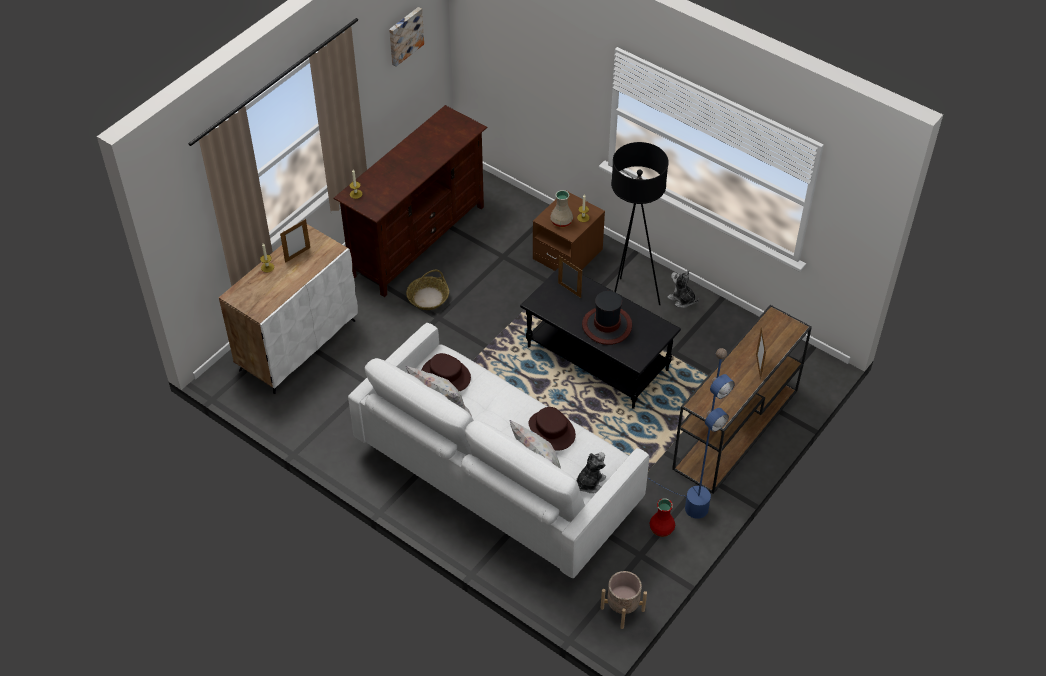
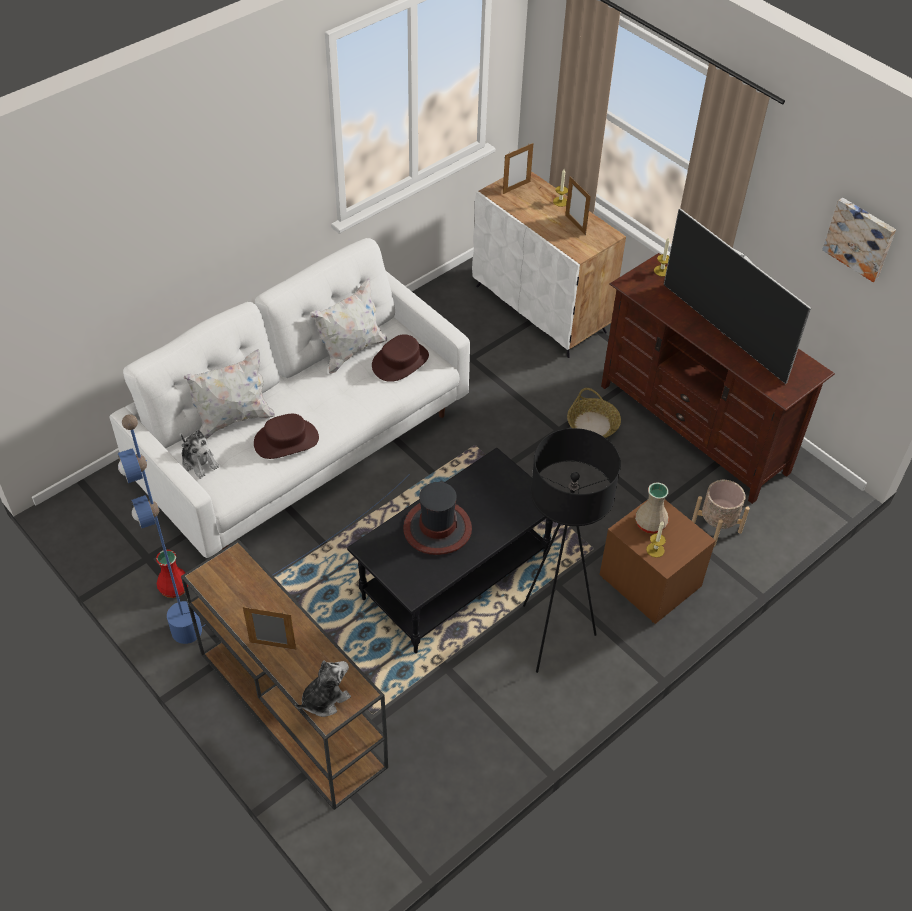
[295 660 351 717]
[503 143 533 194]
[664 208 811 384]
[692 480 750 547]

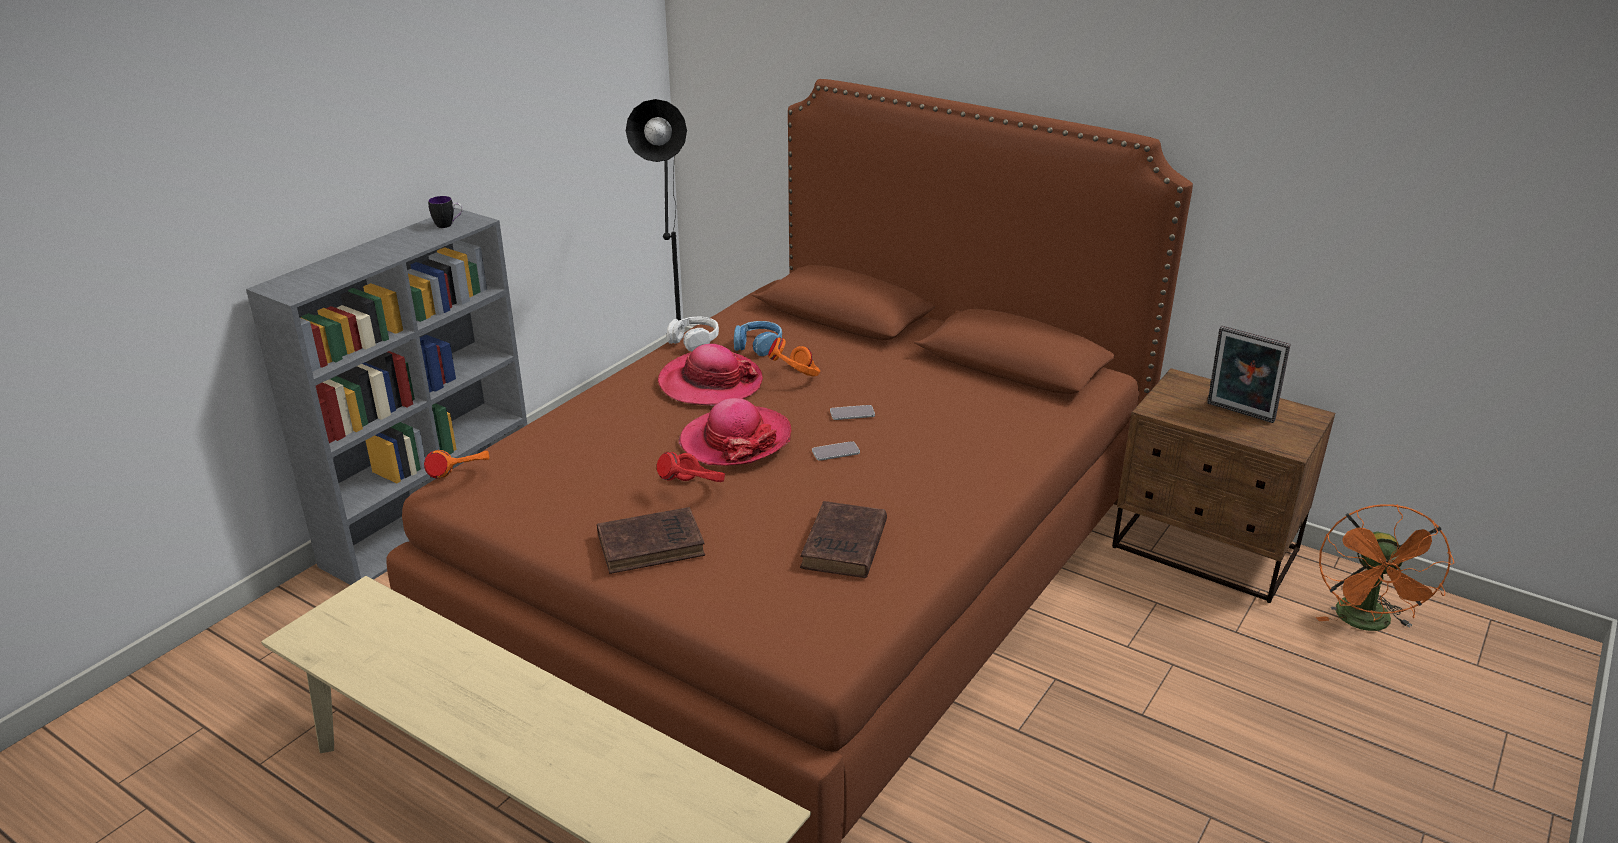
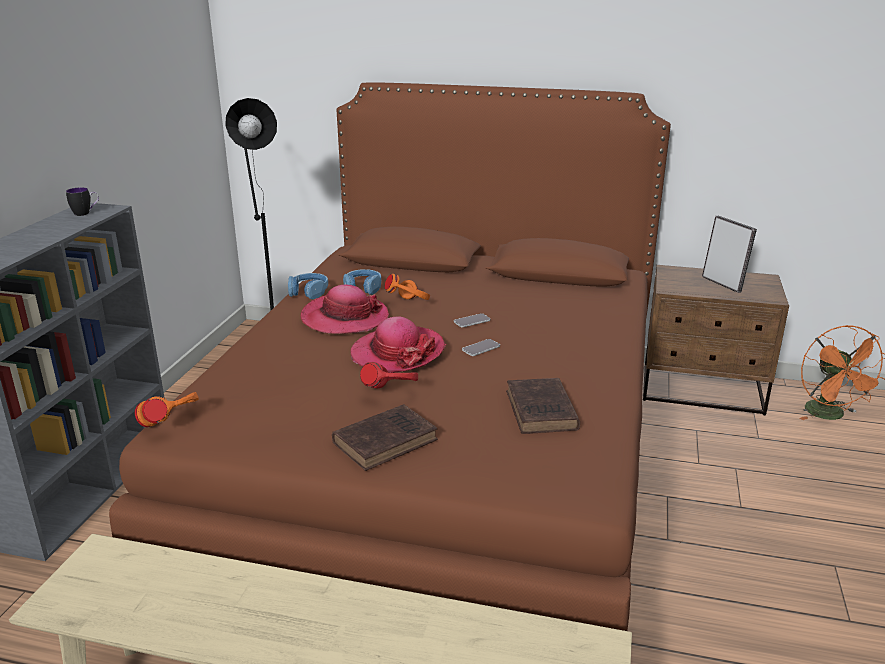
[288 273 328 299]
[702 216 757 293]

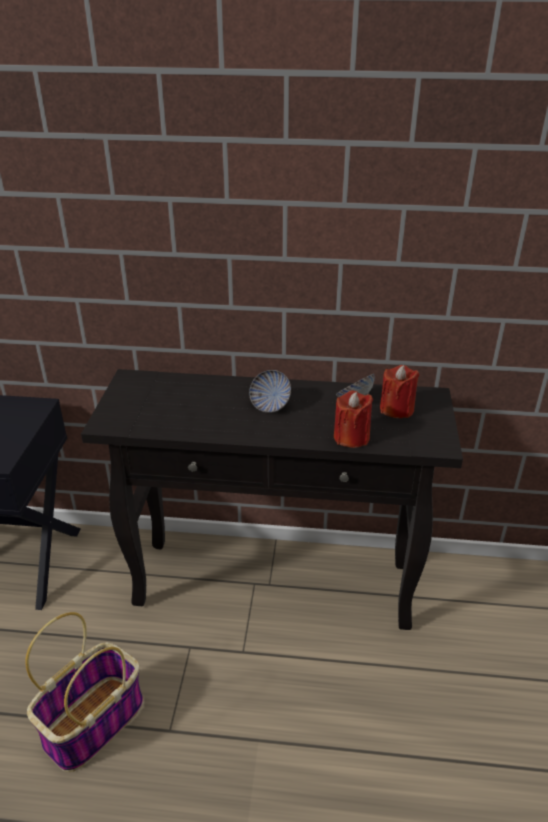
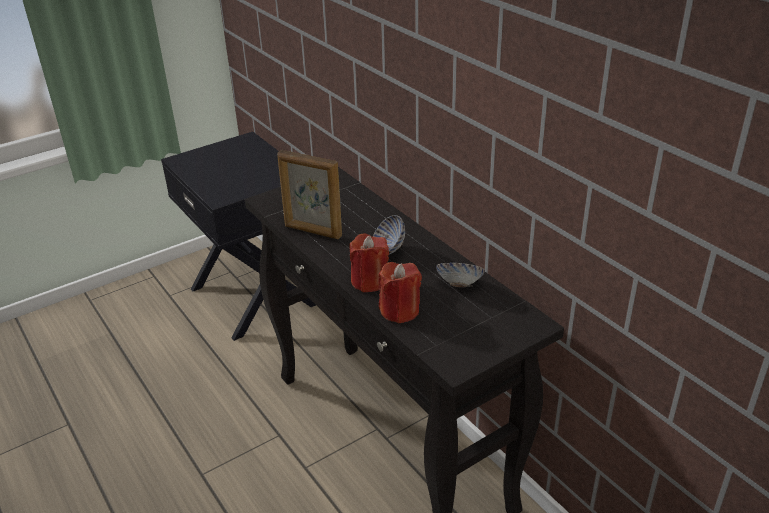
[277 150 342 239]
[349 234 389 292]
[25 612 144 772] (first image)

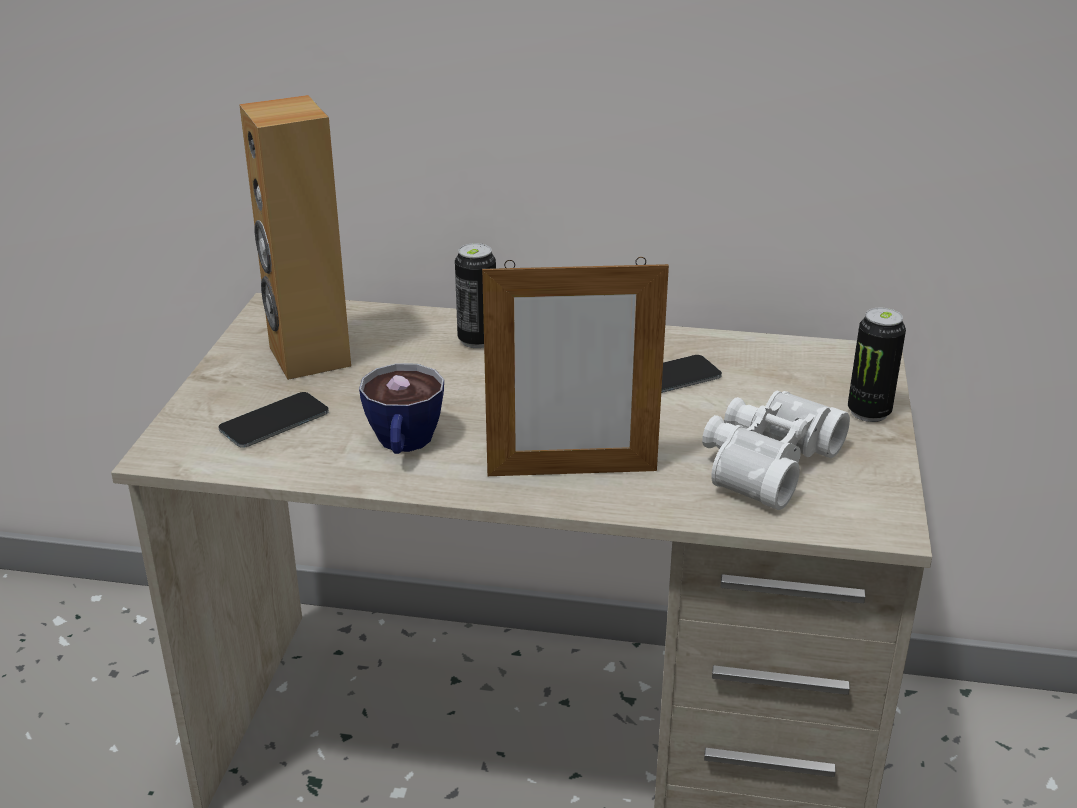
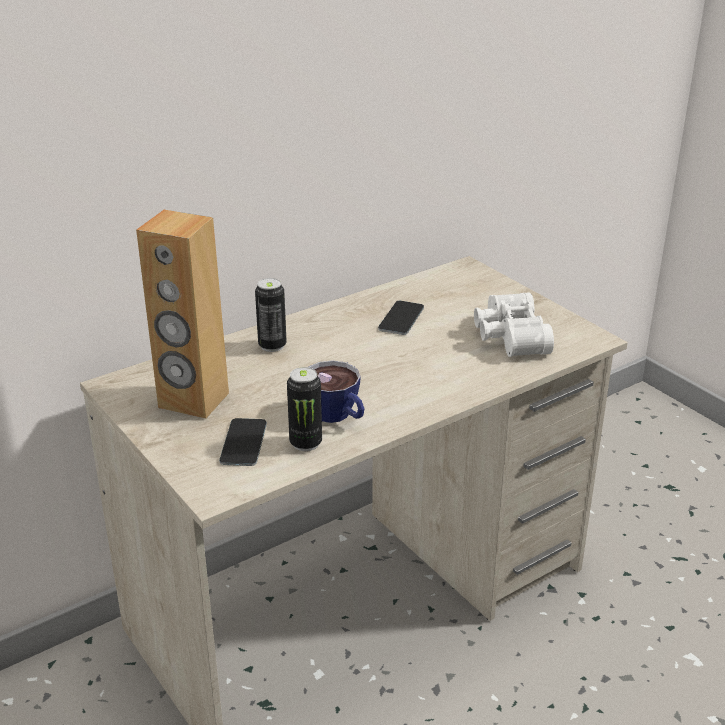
[287 367 322 451]
[482 257 669 476] (first image)

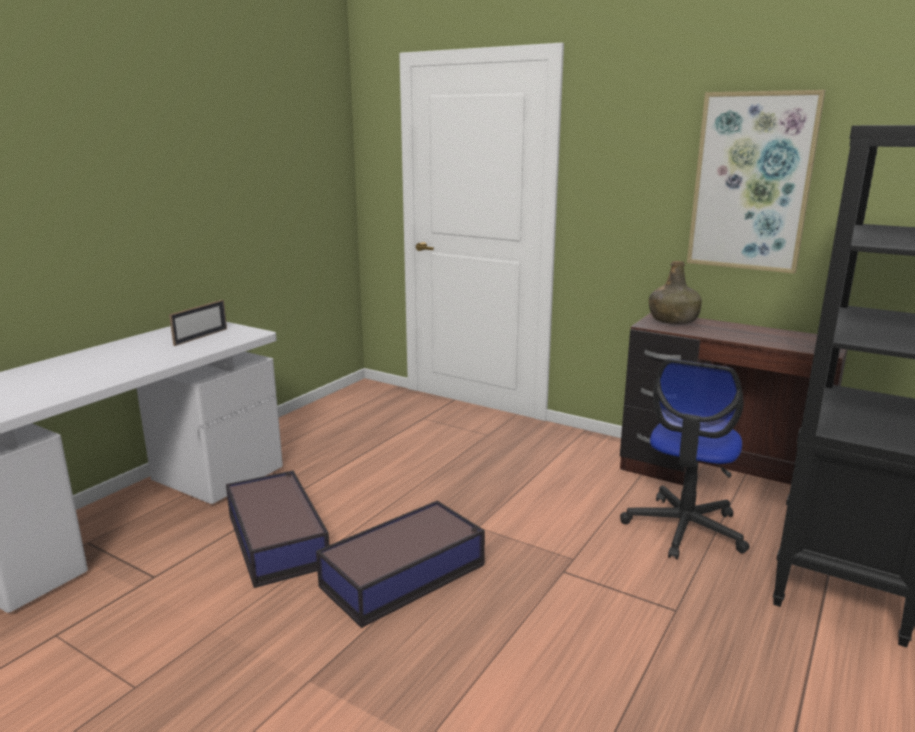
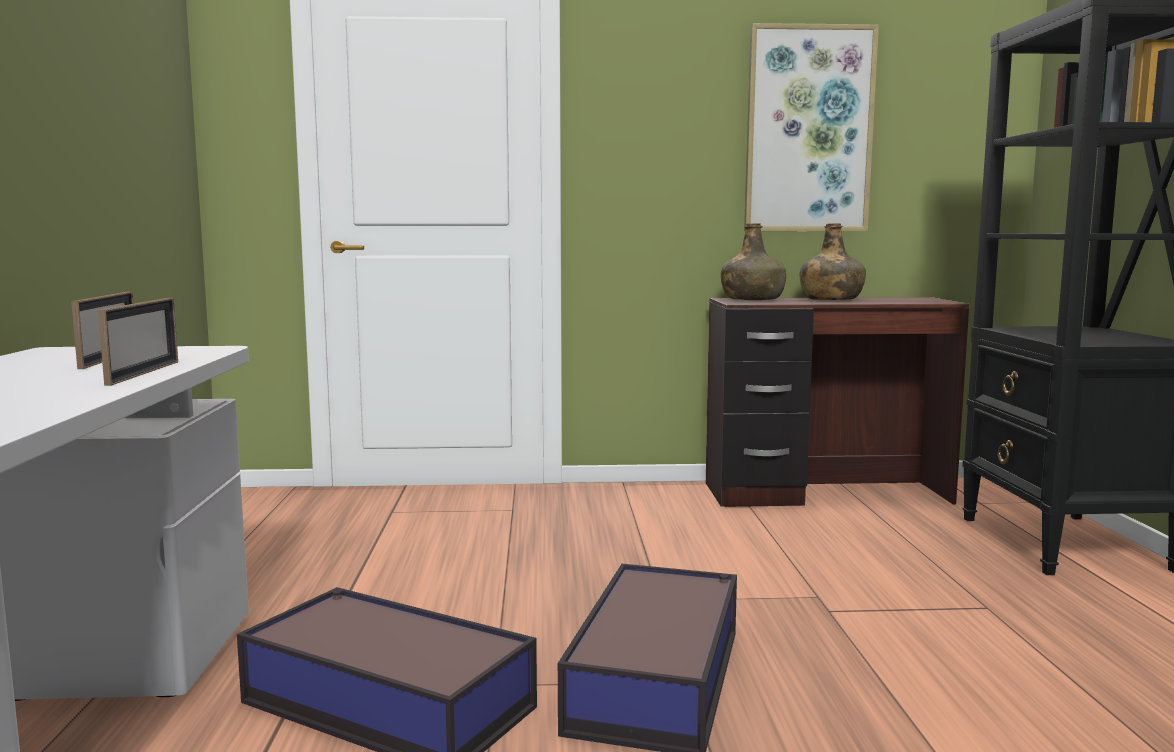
[98 298 178 386]
[799 223 866 300]
[620 359 750 560] (first image)

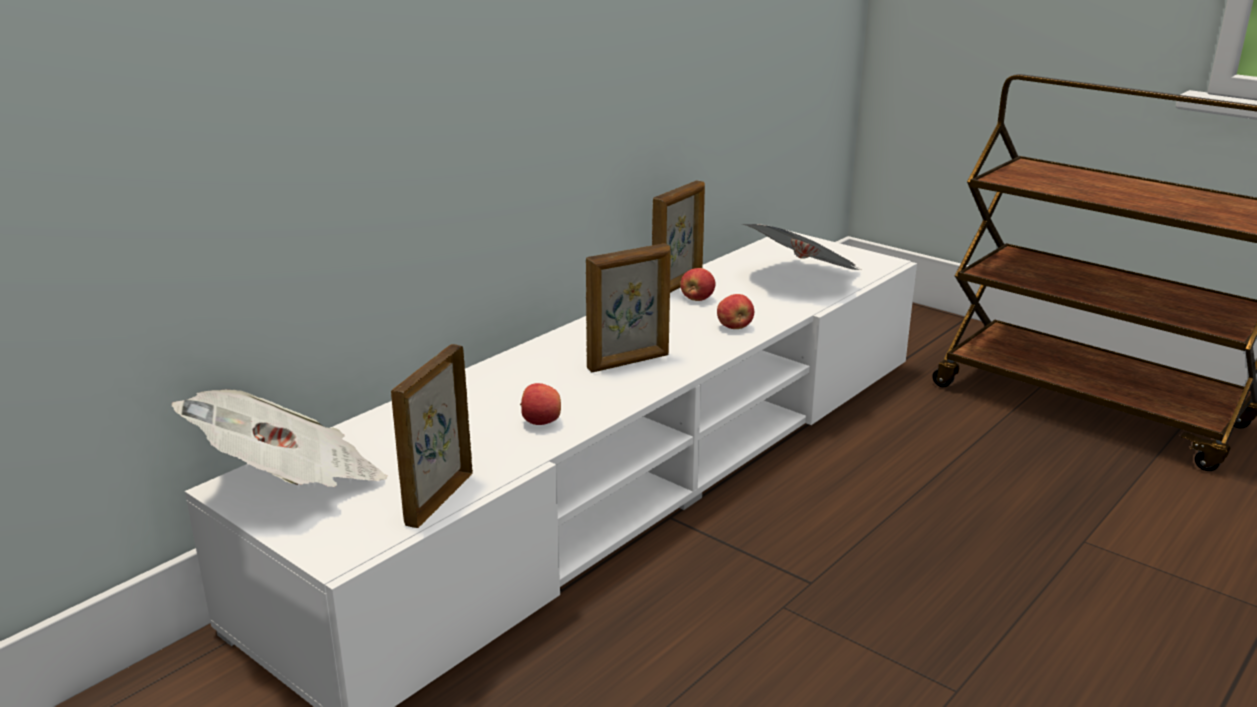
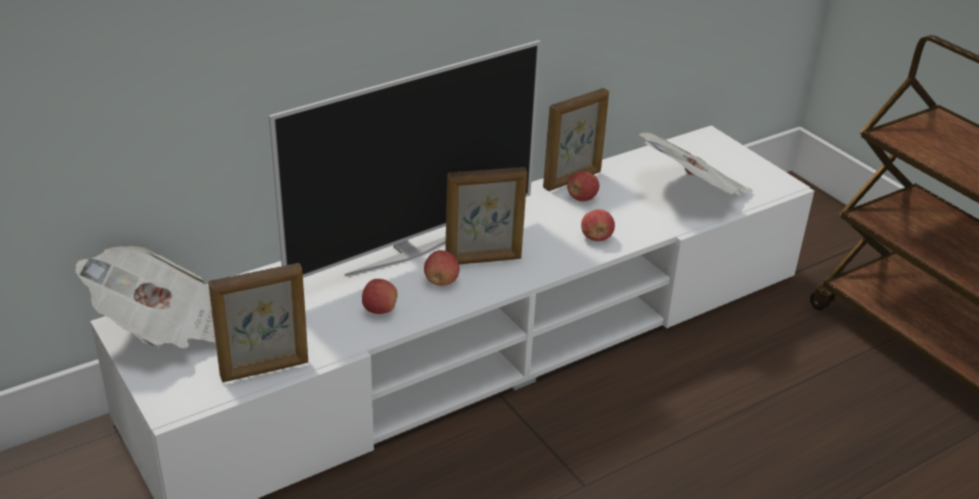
[208 263 308 382]
[269 40 541 278]
[424 250 460 286]

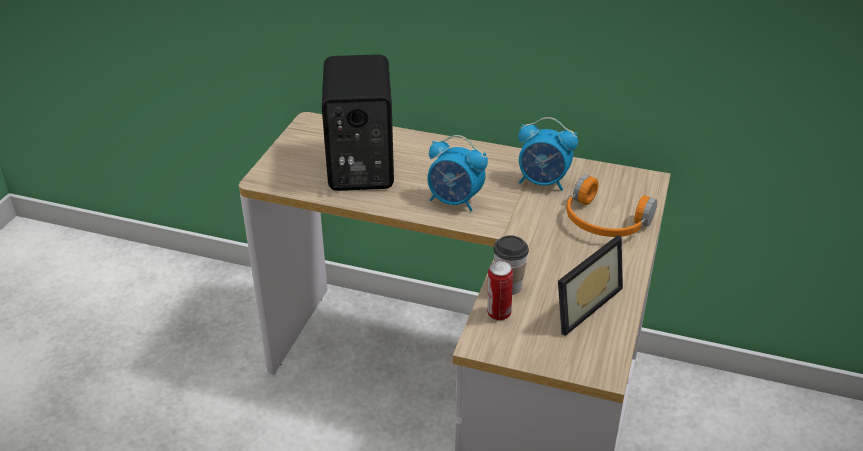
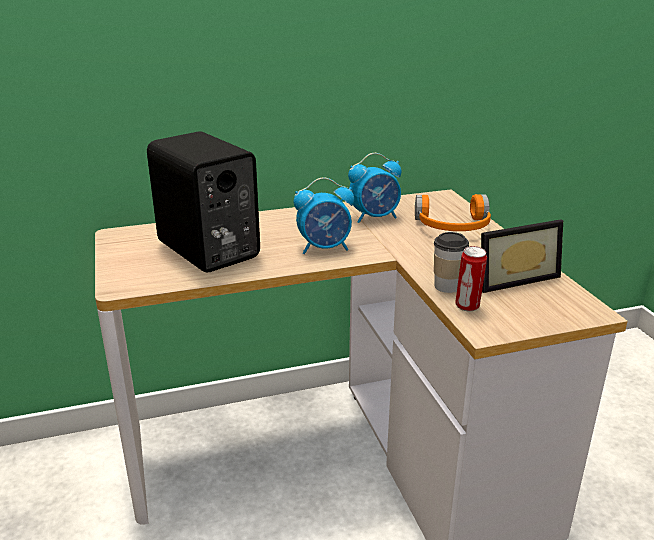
[481 219 563 293]

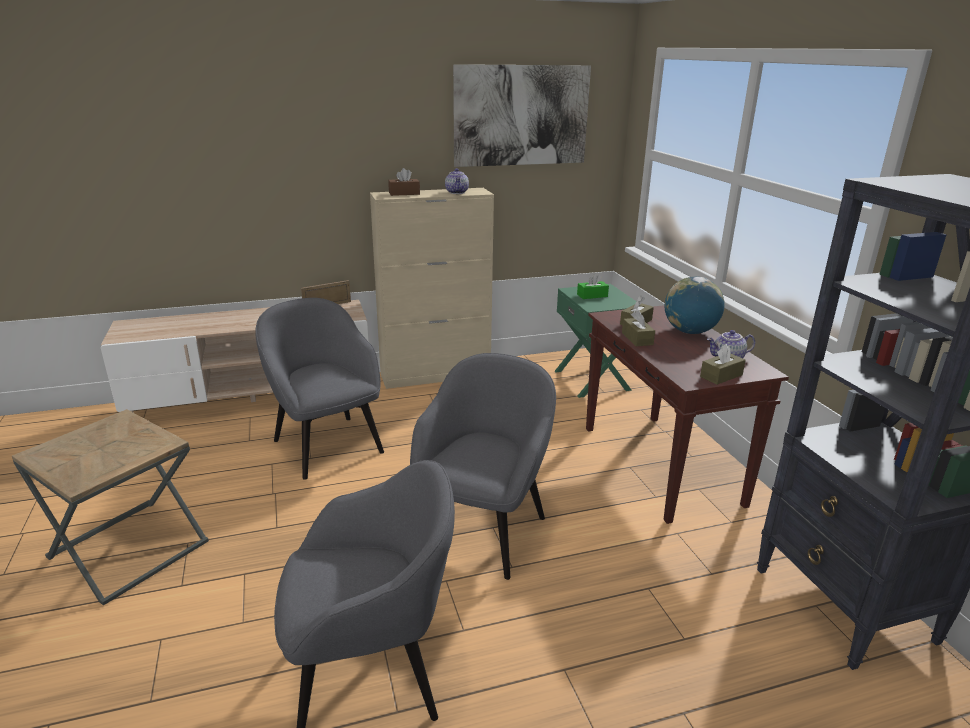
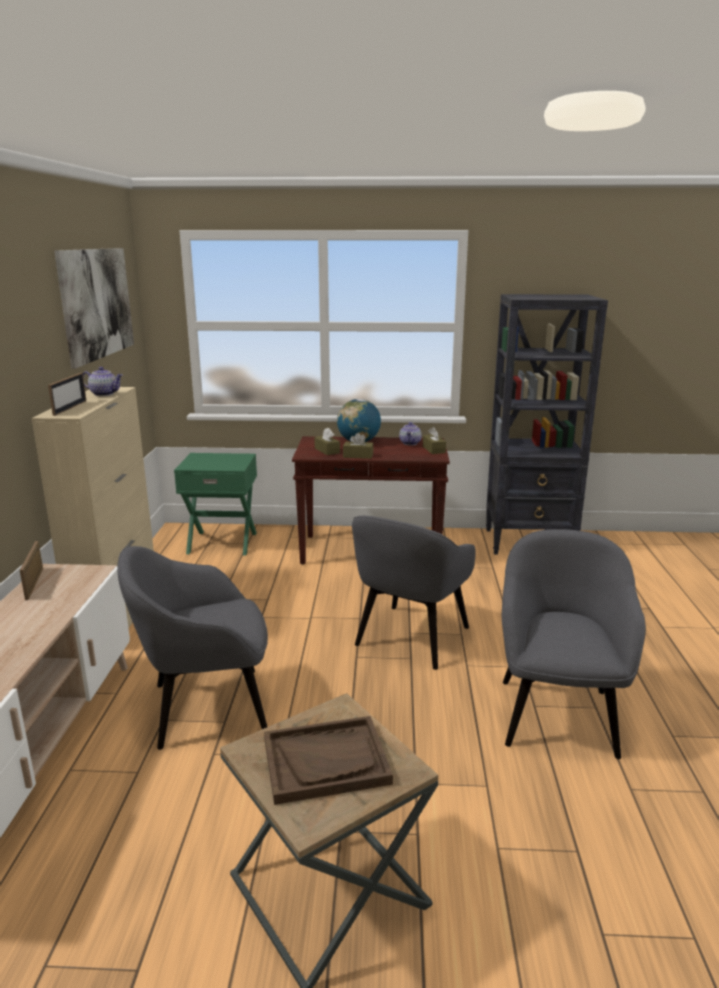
[48 373 86 416]
[264 716 393 805]
[352 516 476 670]
[577 274 609 299] (first image)

